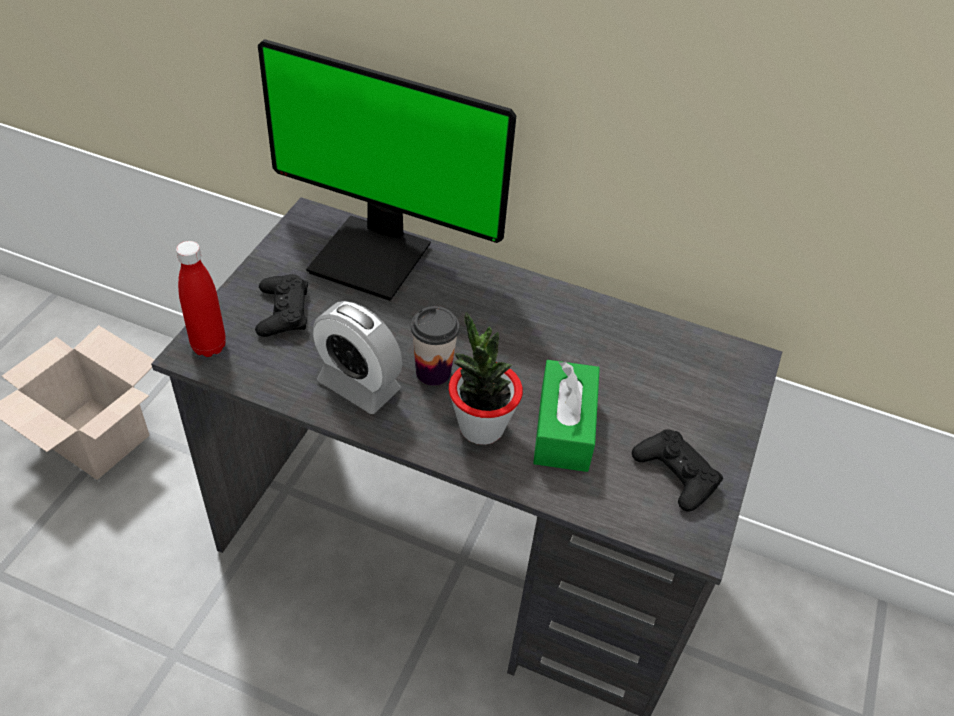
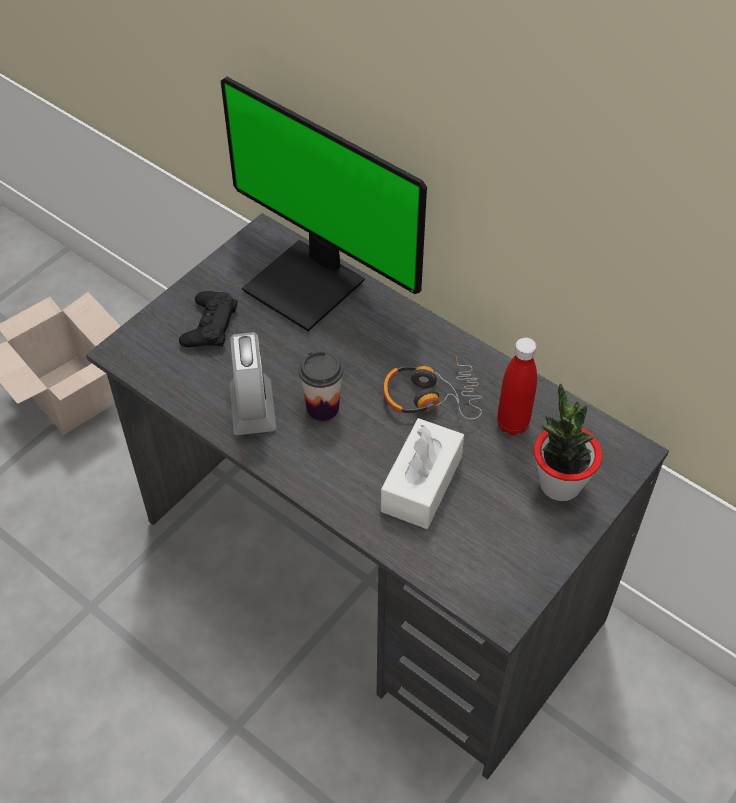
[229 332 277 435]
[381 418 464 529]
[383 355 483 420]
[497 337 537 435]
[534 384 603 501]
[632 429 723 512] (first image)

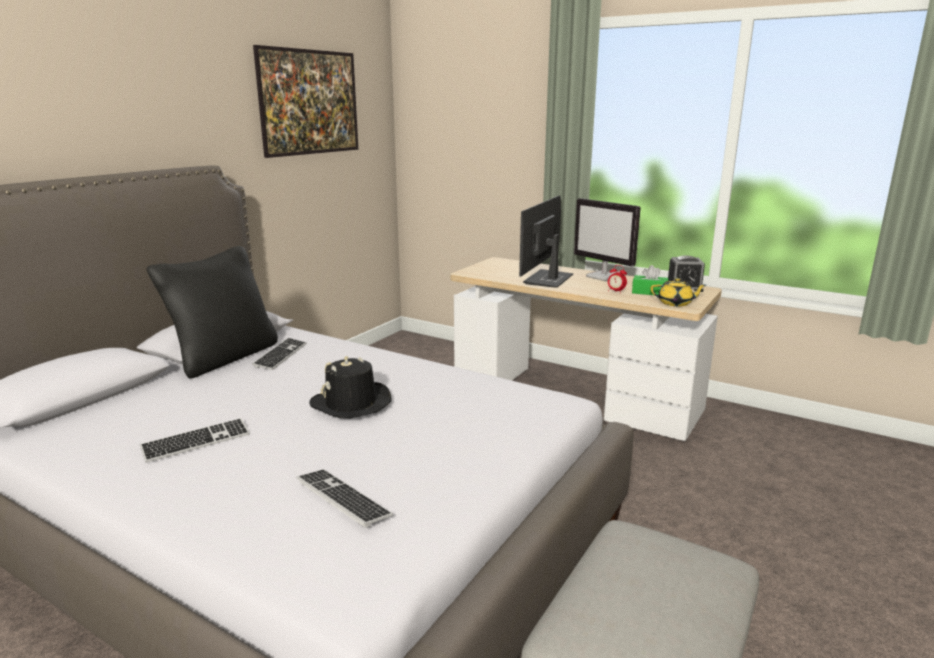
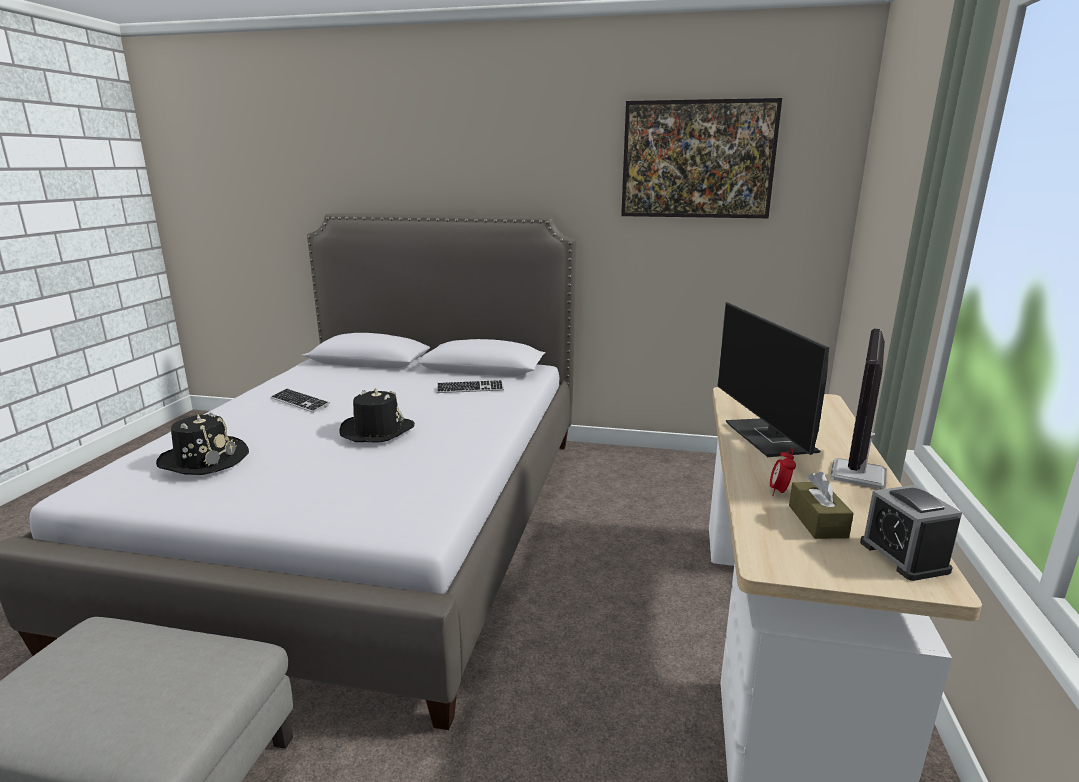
[156 412 249 475]
[717 302 829 457]
[789 472 854 539]
[146 246 278 378] (first image)
[651 278 706 306] (first image)

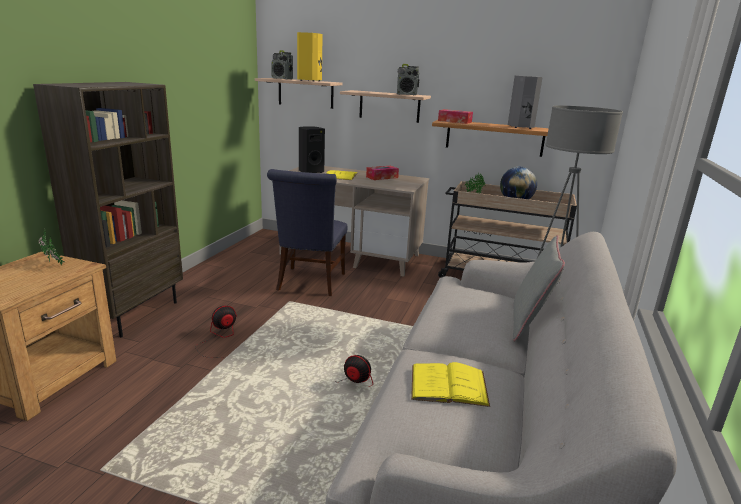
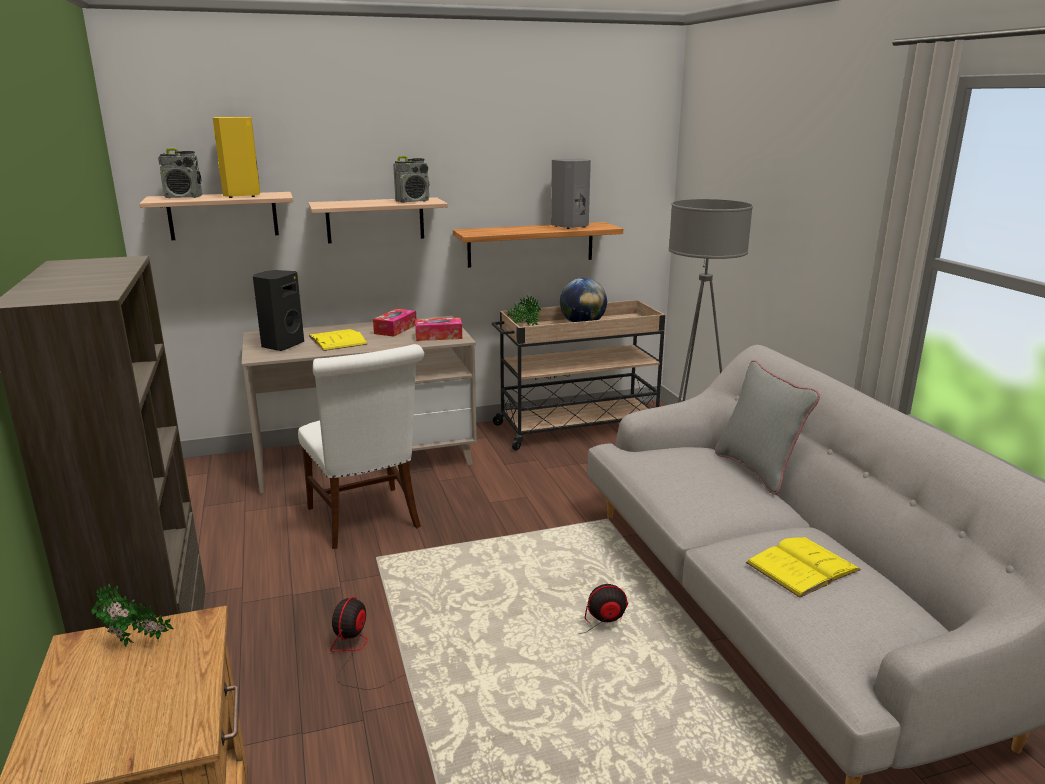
[298 344 424 549]
[415 317 462 341]

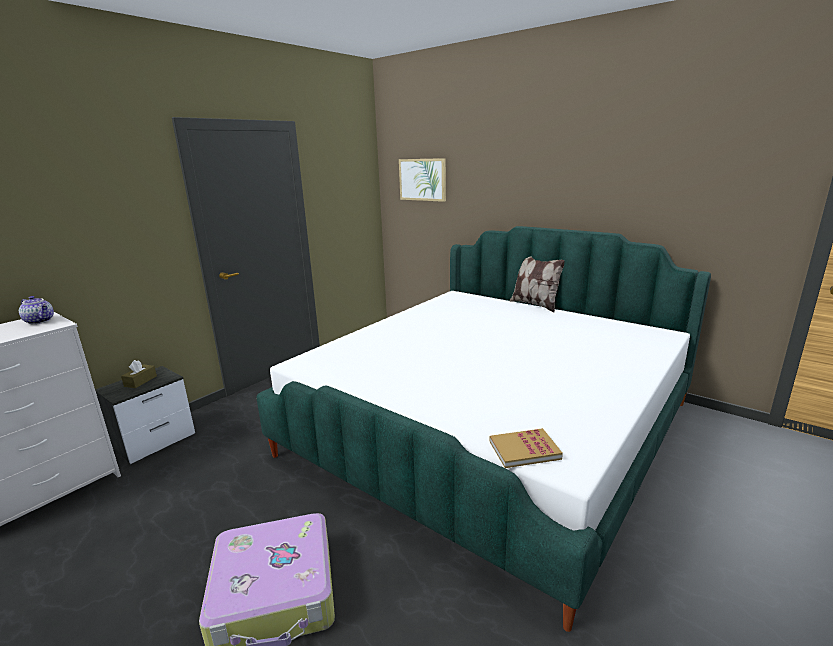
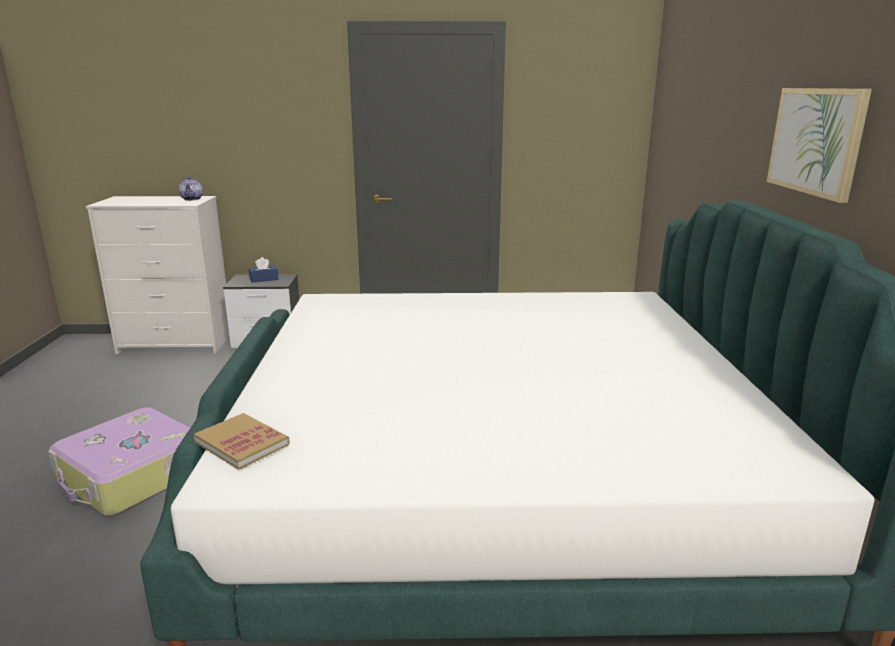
[249 257 279 283]
[767 88 872 203]
[509 257 565 312] (first image)

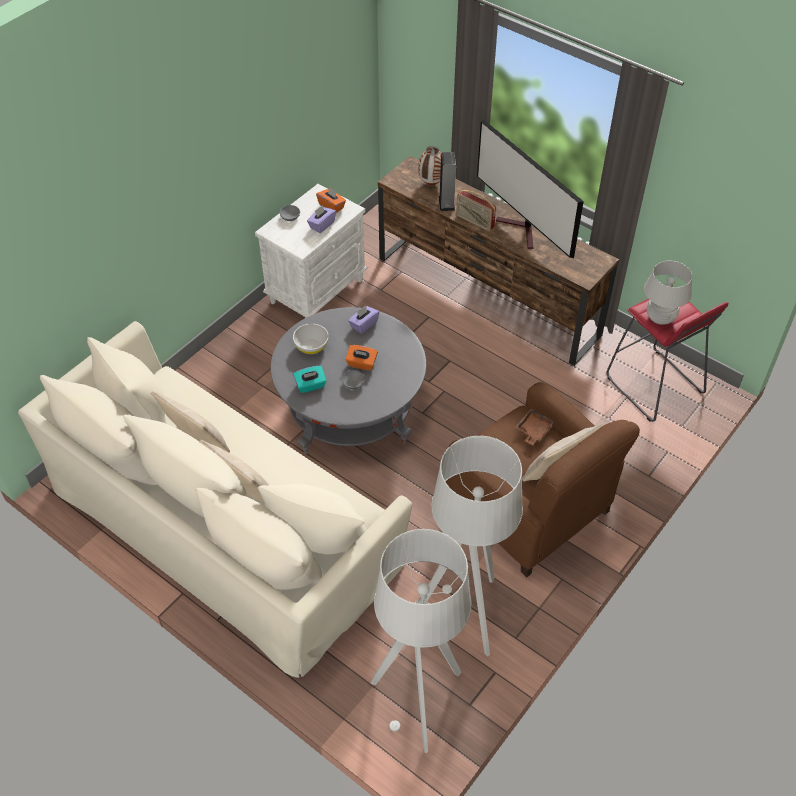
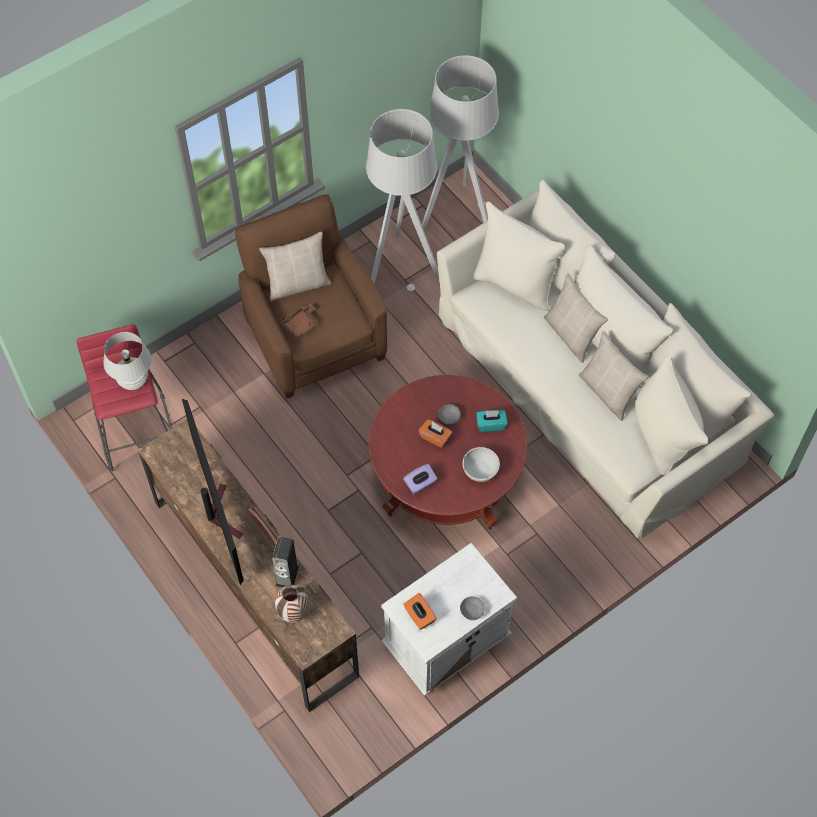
[369 375 527 529]
[307 205 336 233] (first image)

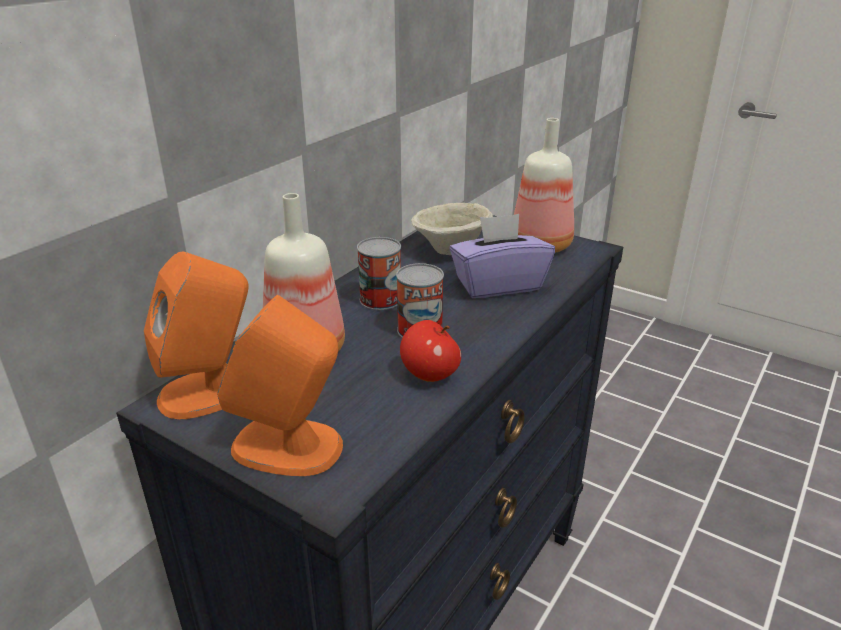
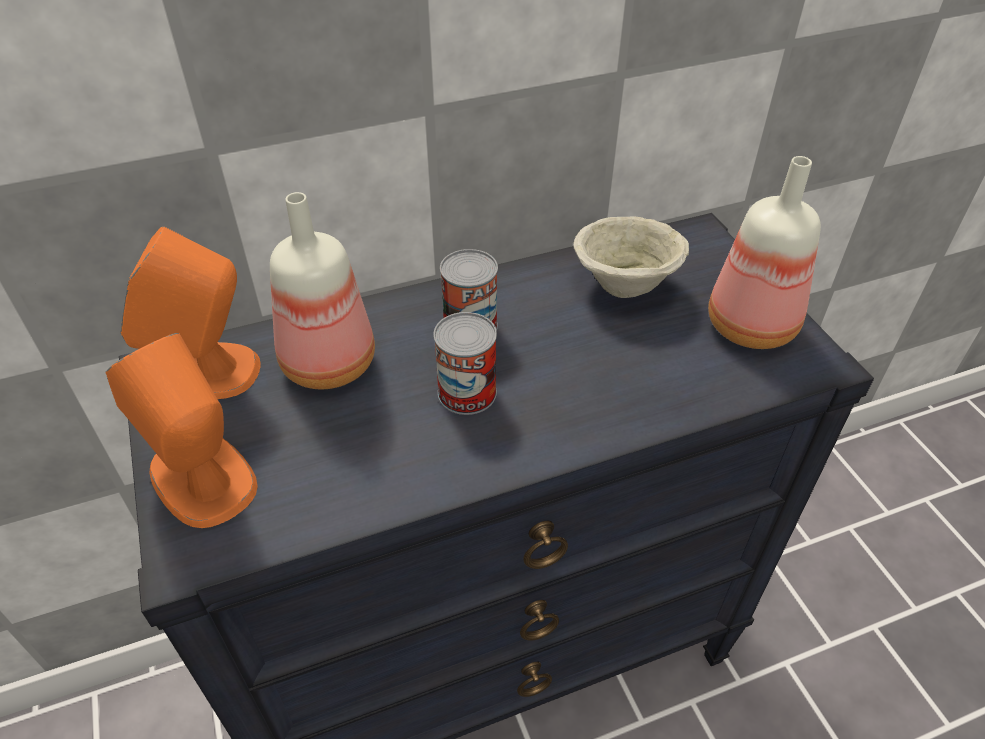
[400 320 461 382] (first image)
[449 214 555 298] (first image)

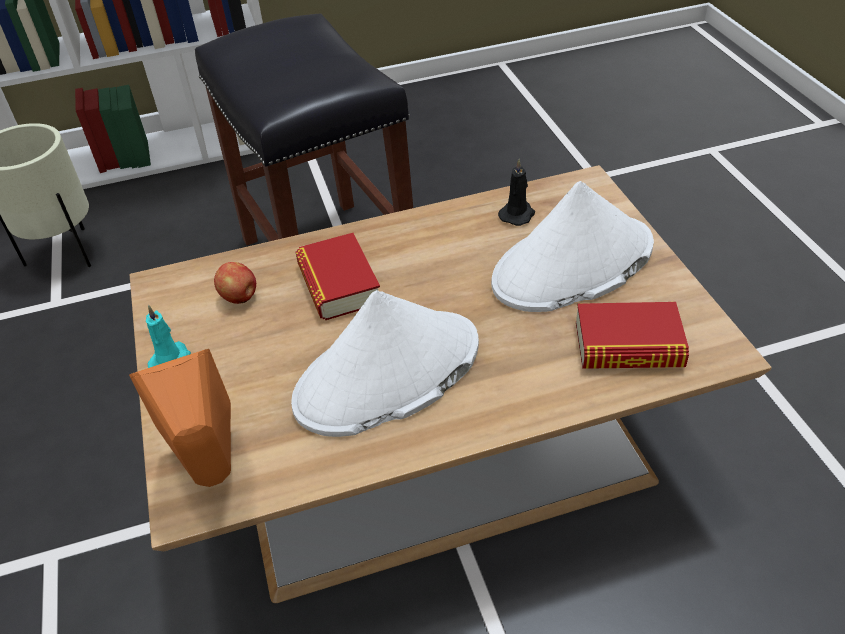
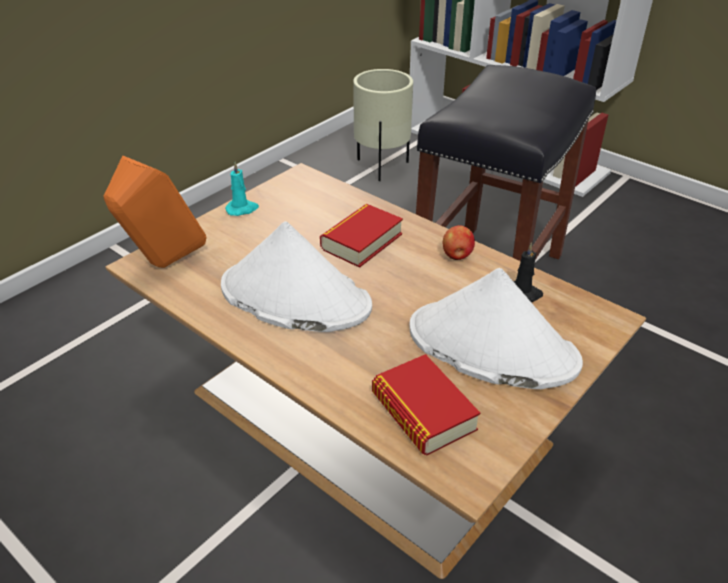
[443 225 475 260]

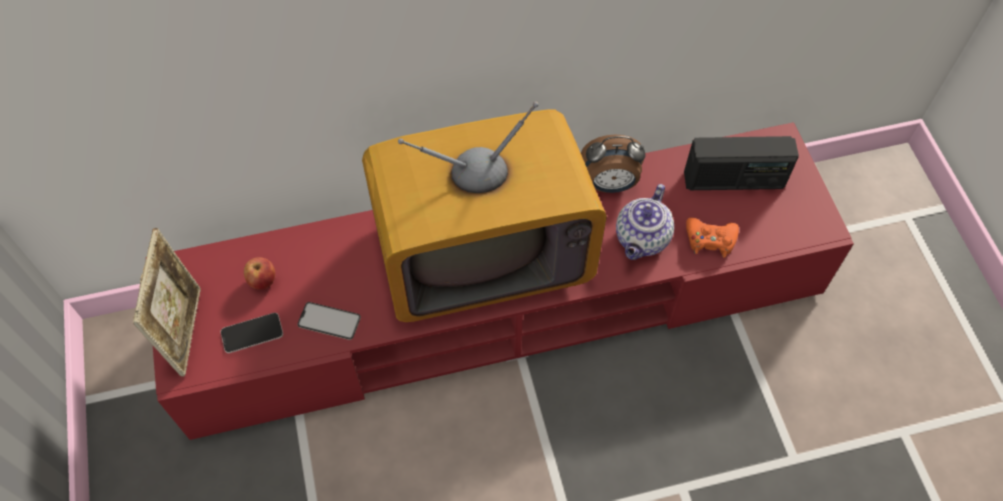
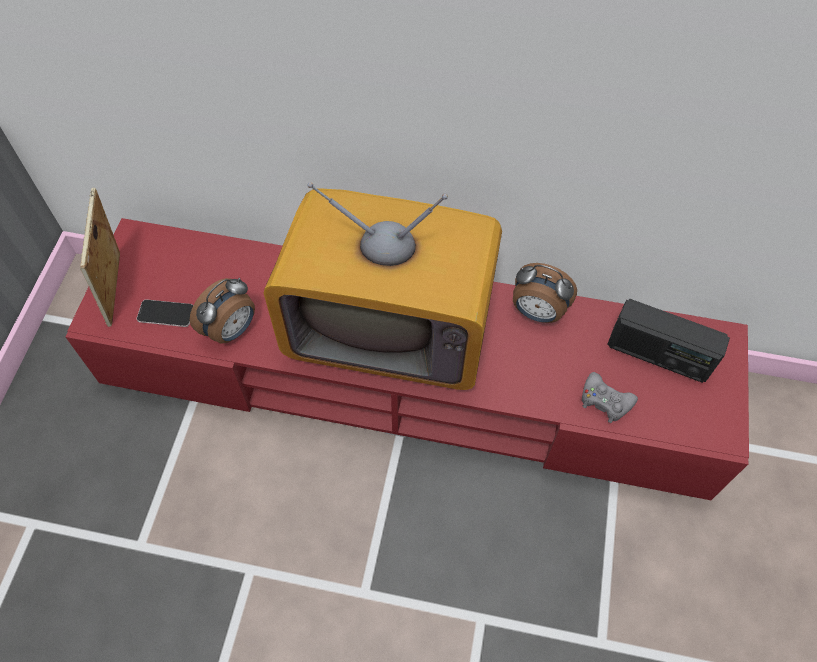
[80 188 120 327]
[190 278 255 343]
[582 372 638 423]
[244 257 275 290] (first image)
[616 184 674 260] (first image)

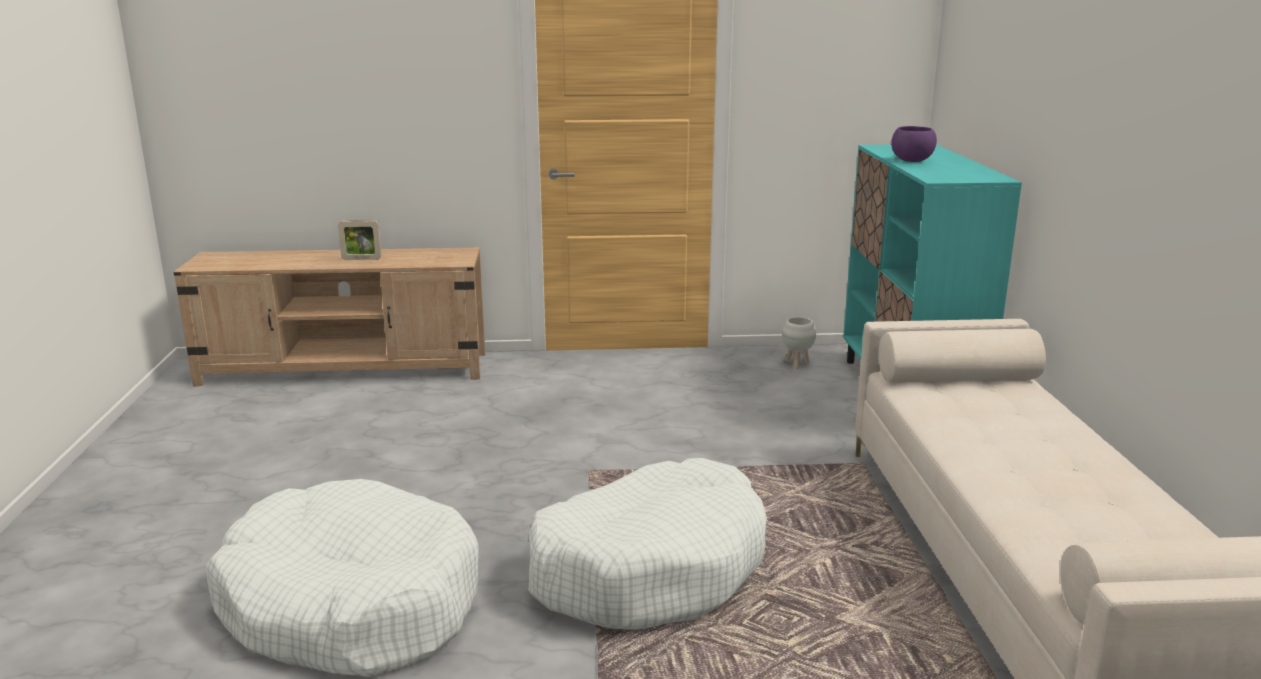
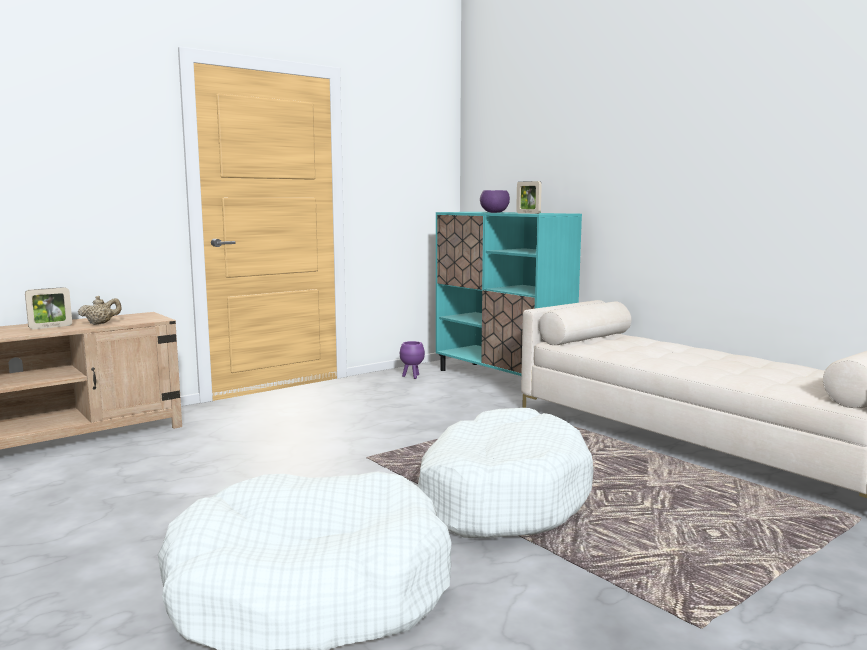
[78 296 122 325]
[400 341 425 379]
[516 181 542 214]

